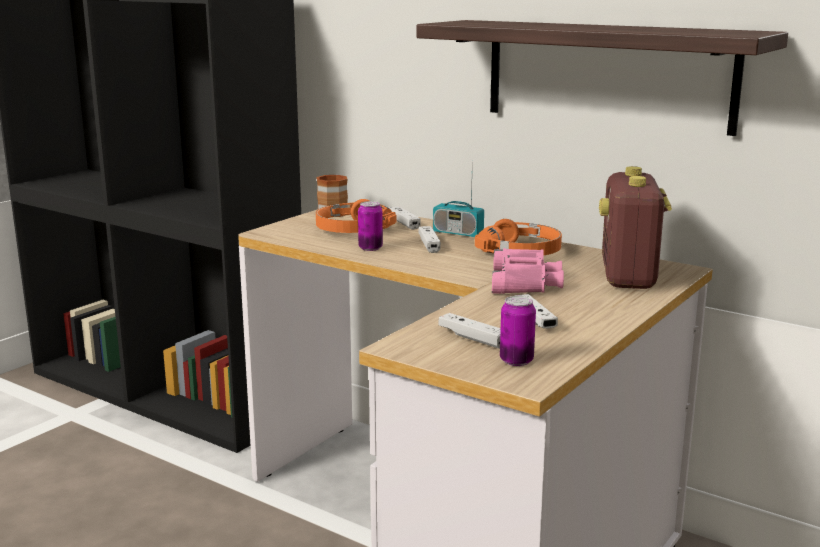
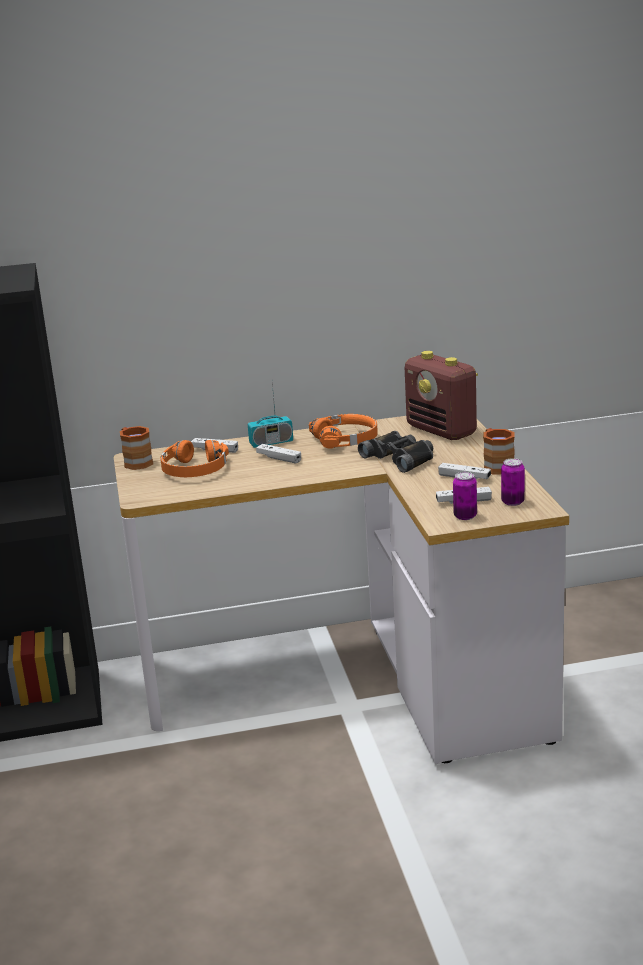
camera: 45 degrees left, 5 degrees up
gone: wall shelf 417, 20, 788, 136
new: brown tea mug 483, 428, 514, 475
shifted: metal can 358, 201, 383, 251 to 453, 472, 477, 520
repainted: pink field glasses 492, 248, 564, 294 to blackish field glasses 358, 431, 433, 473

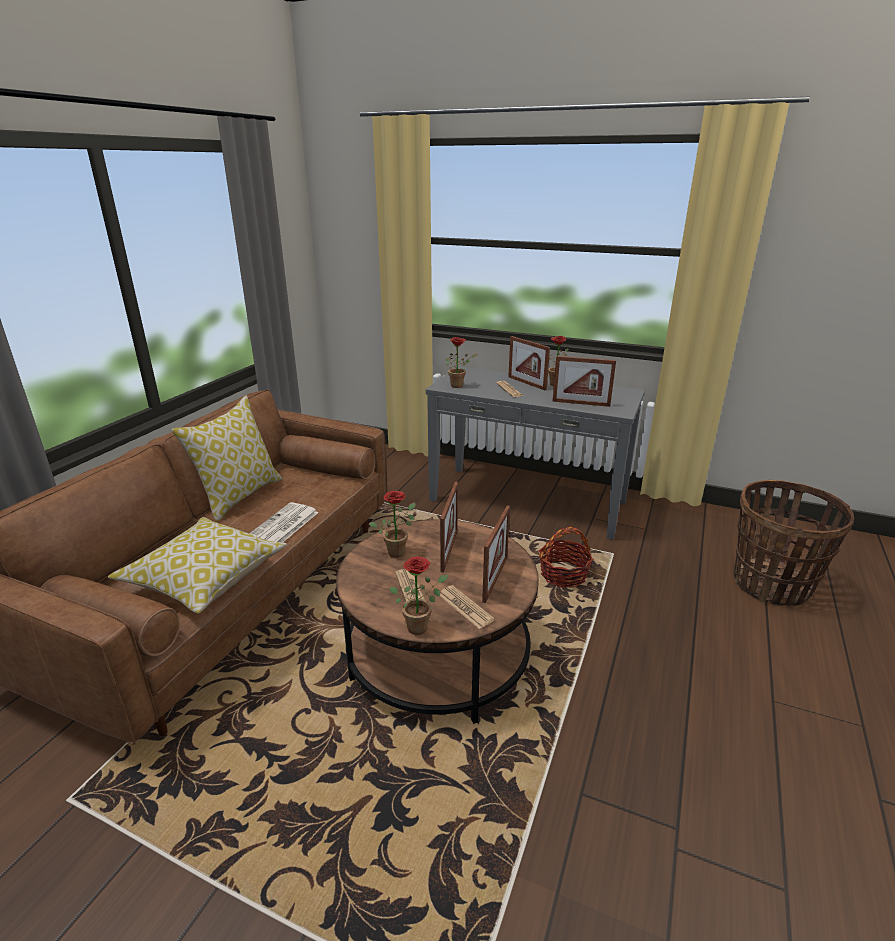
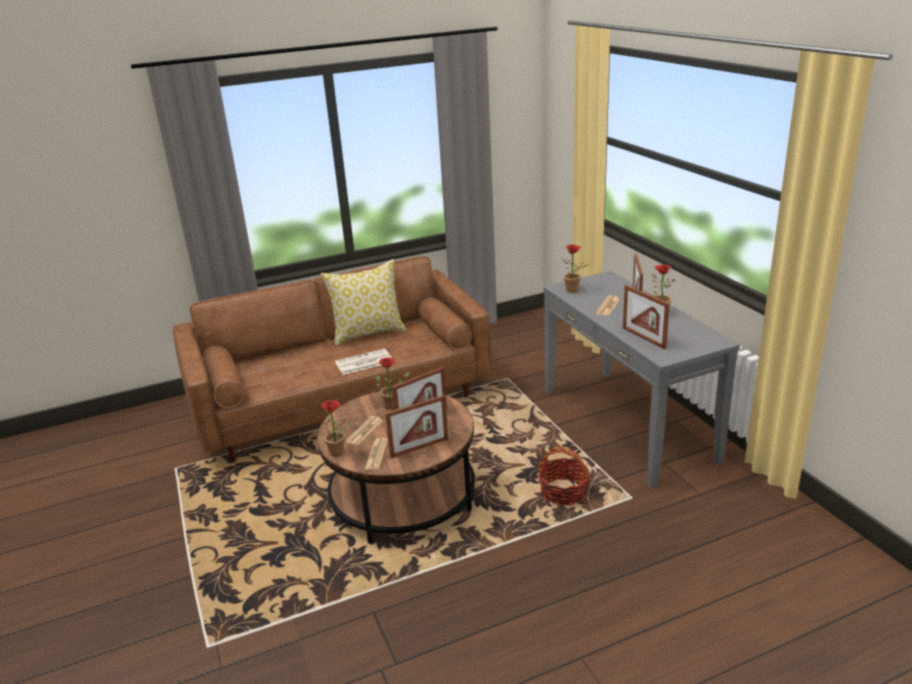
camera: 45 degrees right, 0 degrees up
gone: basket 734, 480, 854, 606; cushion 108, 517, 287, 614

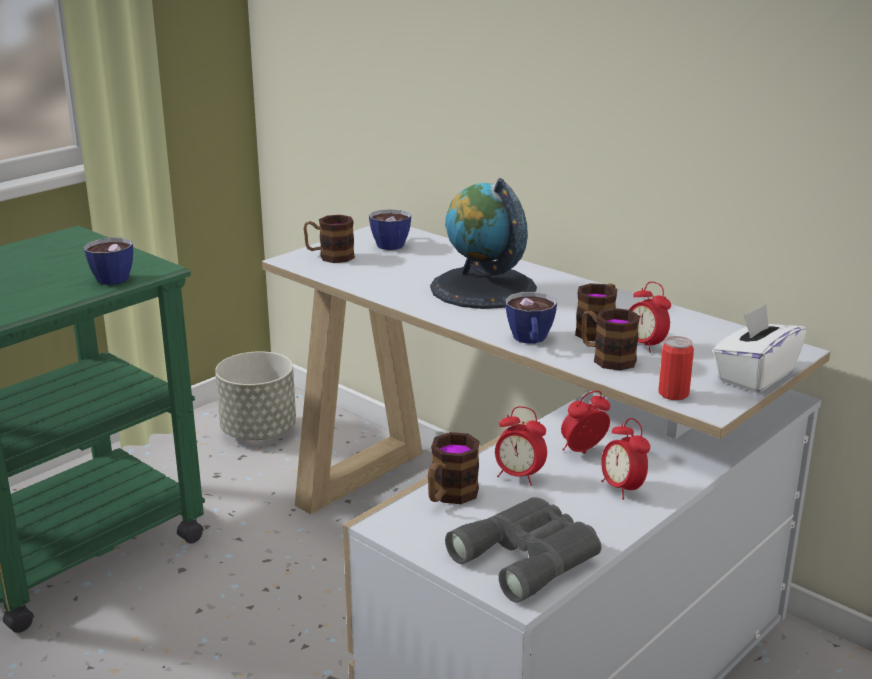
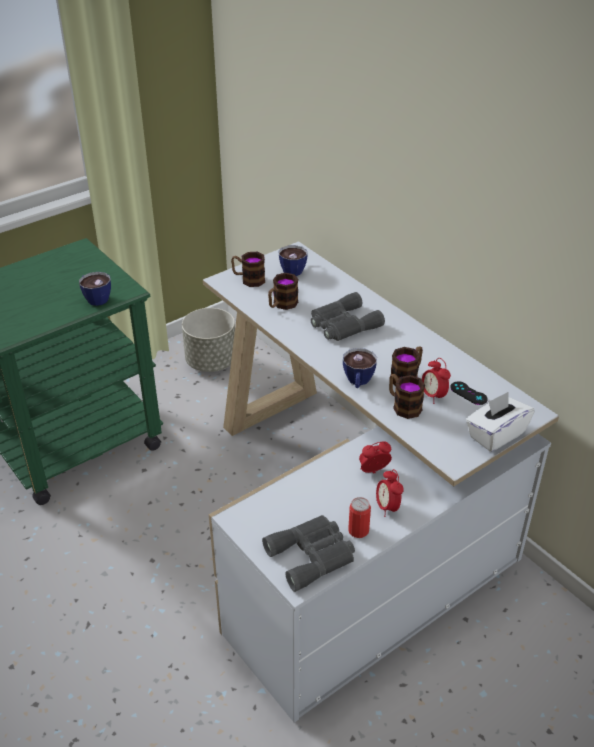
camera: 10 degrees right, 15 degrees up
gone: bedside clock 495, 406, 547, 486
new: blackish gamepad 450, 381, 488, 405
shifted: metal can 658, 336, 694, 400 to 348, 497, 371, 538; tea mug 428, 432, 480, 504 to 268, 273, 298, 310
swapped: world globe 430, 178, 537, 309 to greyish field glasses 311, 292, 385, 341

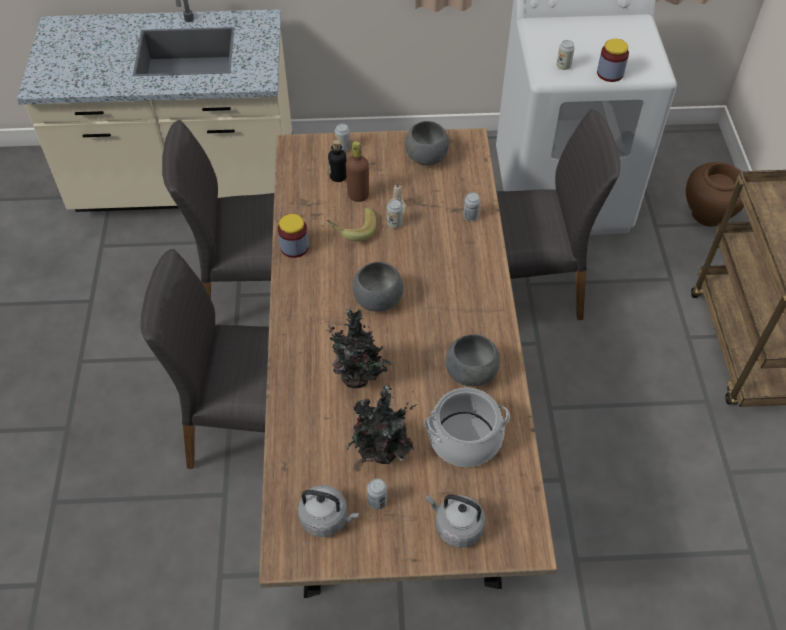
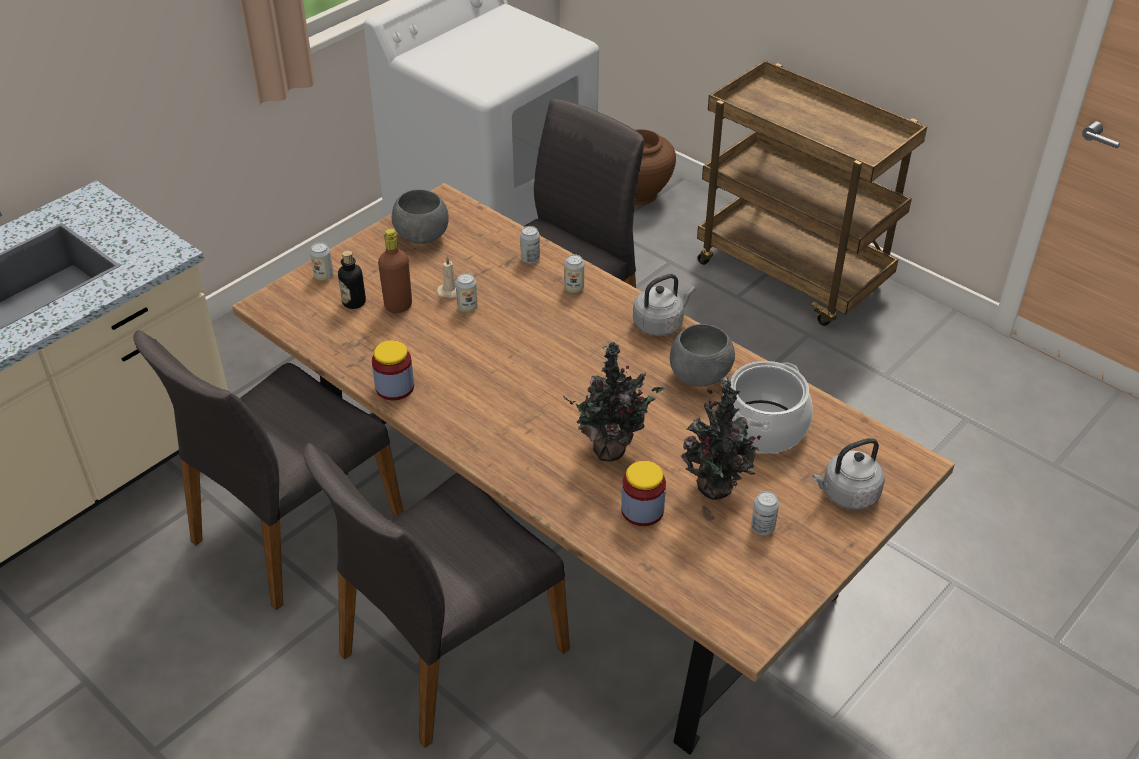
camera: 45 degrees left, 10 degrees down
gone: whole banana 327, 207, 376, 241; greyish deep dish 352, 262, 404, 312
shifted: storage jar 597, 39, 629, 82 to 621, 461, 666, 526; metal can 557, 40, 575, 70 to 564, 254, 584, 293; greyish water kettle 298, 485, 359, 537 to 633, 274, 695, 336

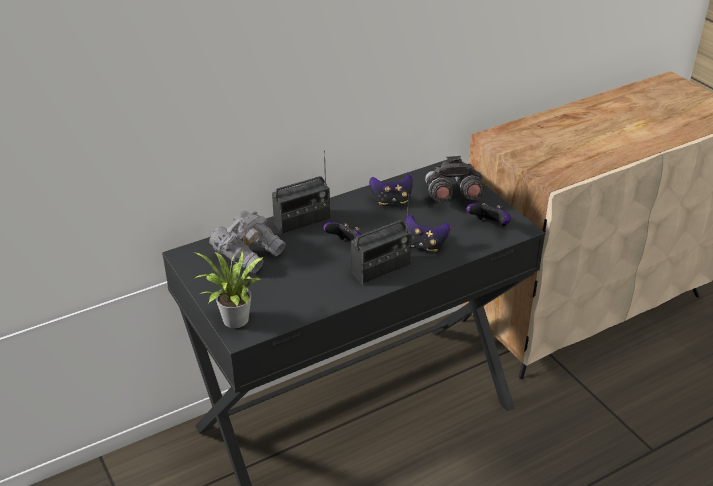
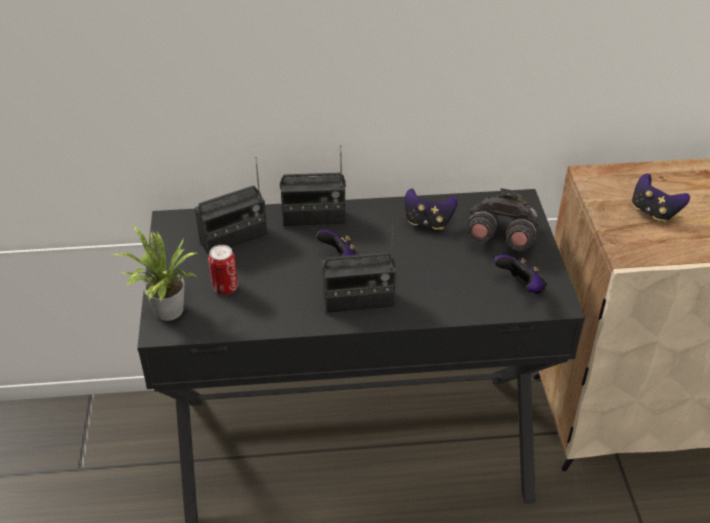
camera: 25 degrees right, 5 degrees up
new: metal can 208, 245, 237, 295
shifted: gamepad 405, 215, 451, 252 to 632, 174, 690, 223
swapped: greyish field glasses 209, 210, 286, 274 to radio 195, 157, 268, 256

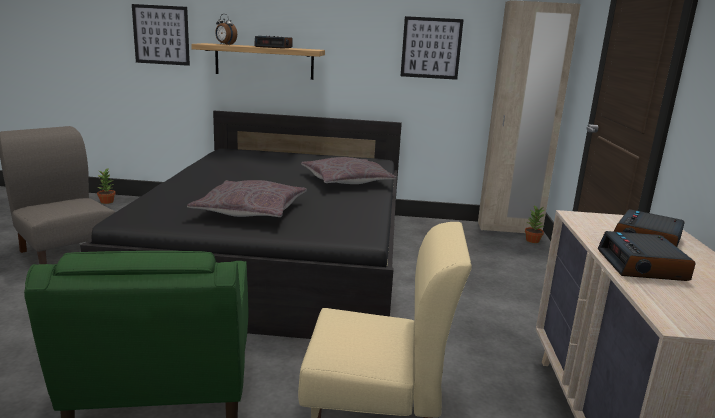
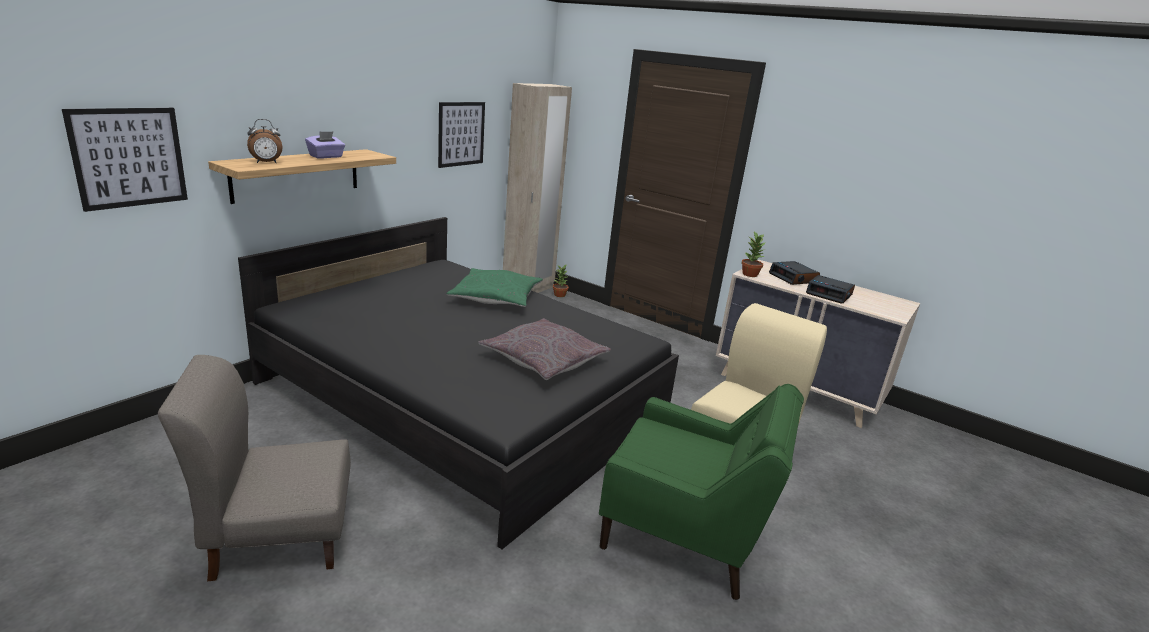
camera: 60 degrees left, 5 degrees up
shifted: houseplant 97, 167, 116, 204 to 741, 232, 766, 277
swapped: bedside clock 254, 36, 293, 49 to purple tissue holder 305, 131, 345, 159
repainted: greyish cushion 301, 157, 397, 184 to green-coloured cushion 446, 268, 543, 307

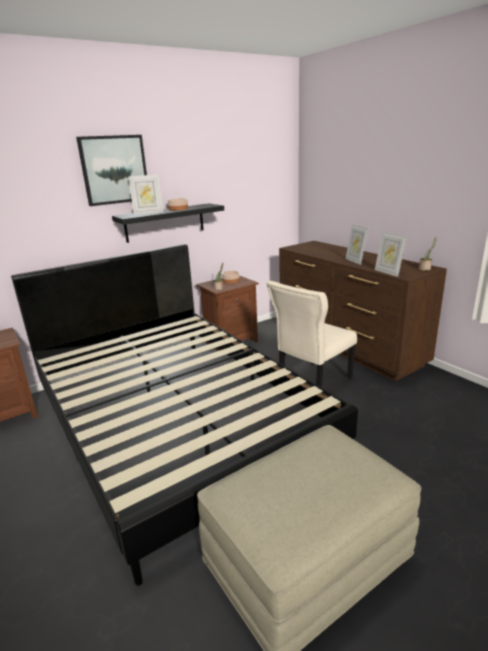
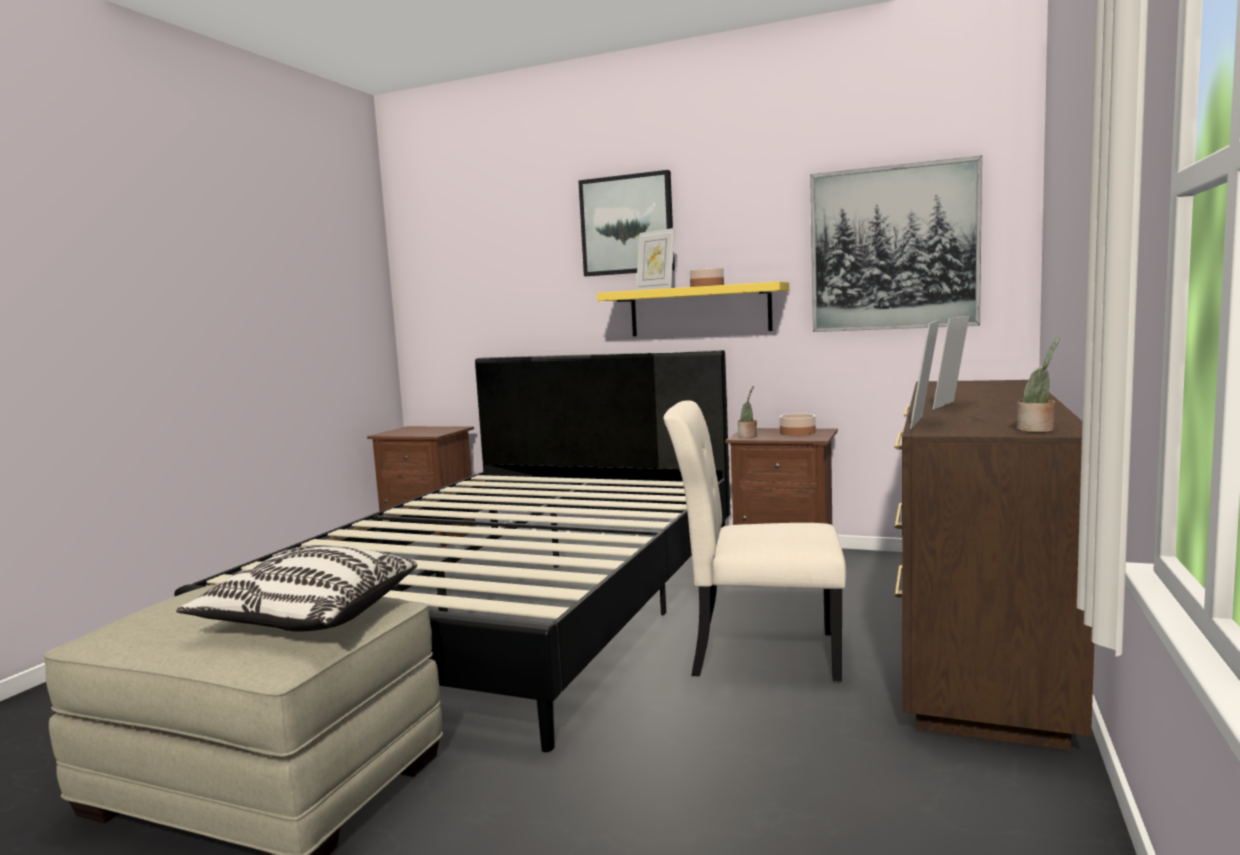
camera: 55 degrees right, 15 degrees down
new: picture 810, 155, 982, 332; cushion 176, 545, 417, 632
repainted: blackish wall shelf 112, 203, 224, 243 to yellow wall shelf 597, 281, 789, 336

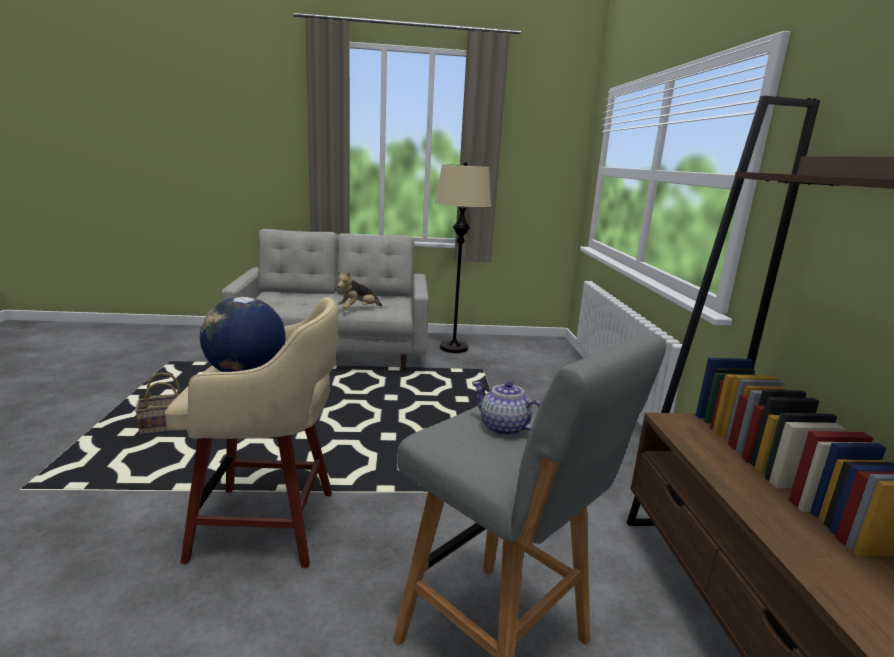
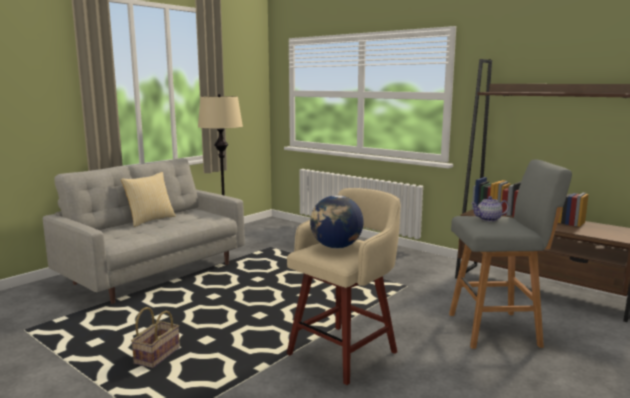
camera: 45 degrees left, 5 degrees down
gone: cuddly toy 337, 271, 382, 309
new: cushion 121, 172, 176, 227

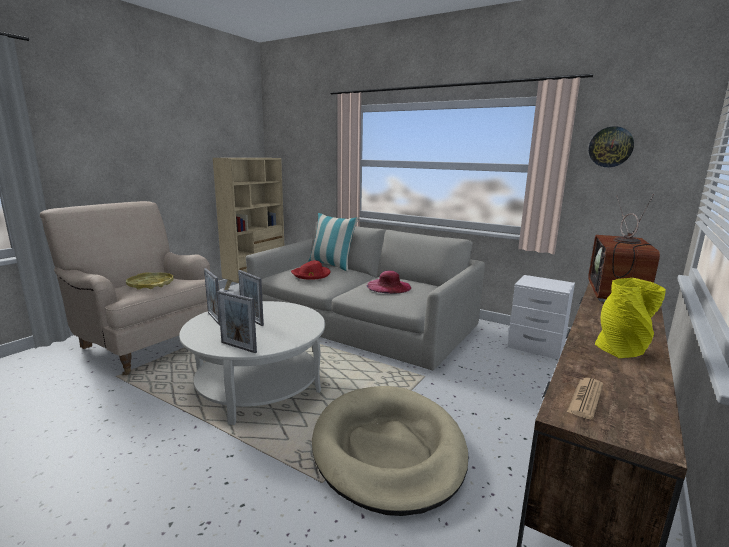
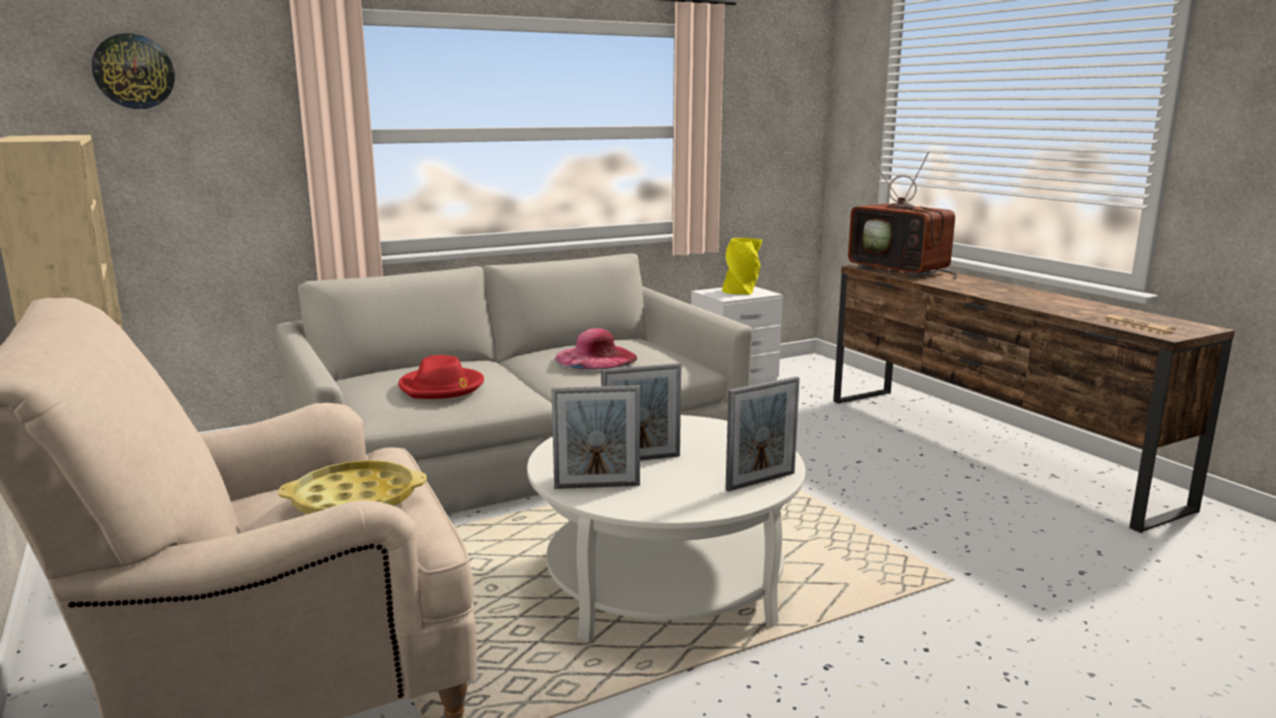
camera: 60 degrees left, 0 degrees up
gone: cushion 308, 213, 359, 271; beige-coloured dog cushion 312, 386, 468, 516
shifted: wall clock 589, 126, 634, 167 to 92, 33, 175, 109; yellow vase 595, 278, 666, 358 to 722, 238, 762, 295

